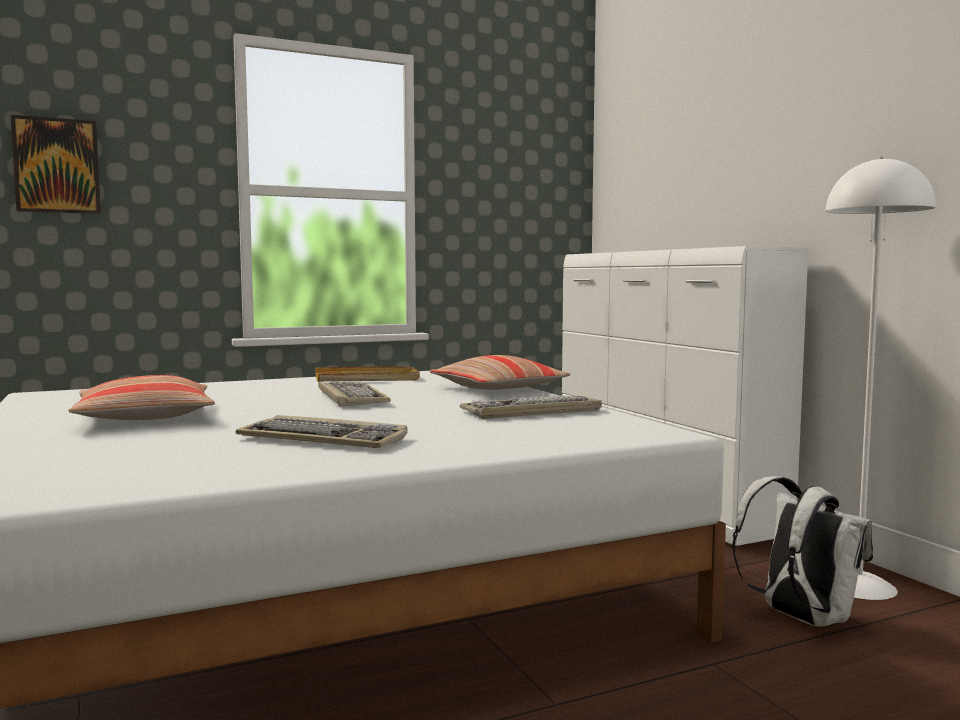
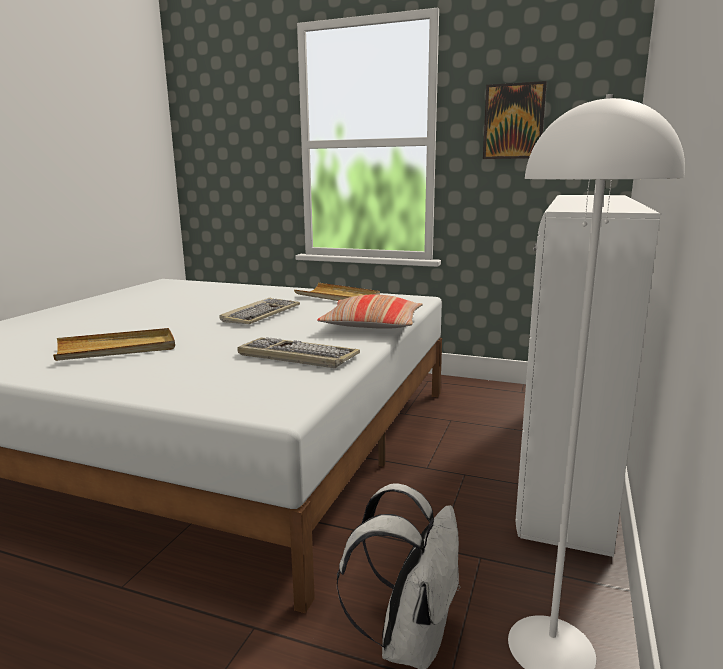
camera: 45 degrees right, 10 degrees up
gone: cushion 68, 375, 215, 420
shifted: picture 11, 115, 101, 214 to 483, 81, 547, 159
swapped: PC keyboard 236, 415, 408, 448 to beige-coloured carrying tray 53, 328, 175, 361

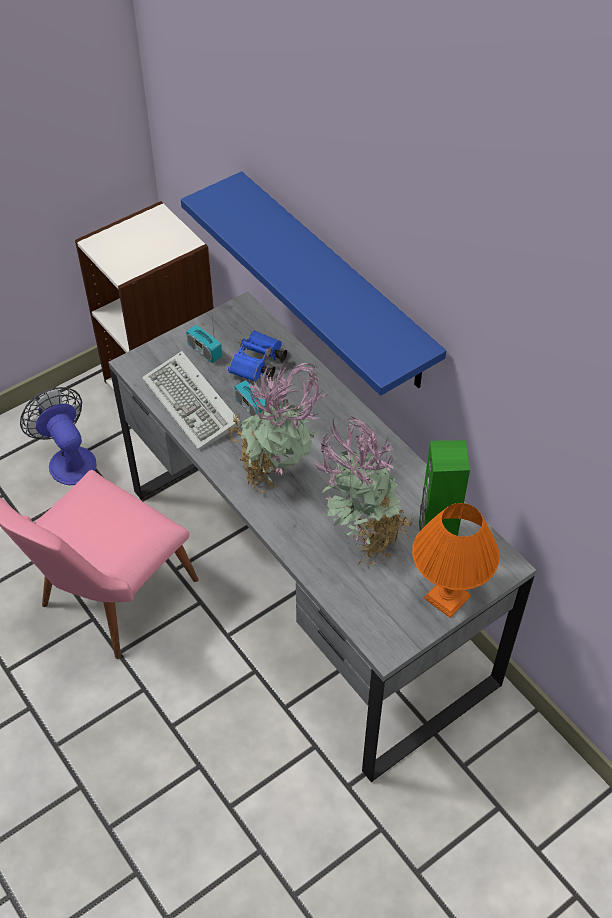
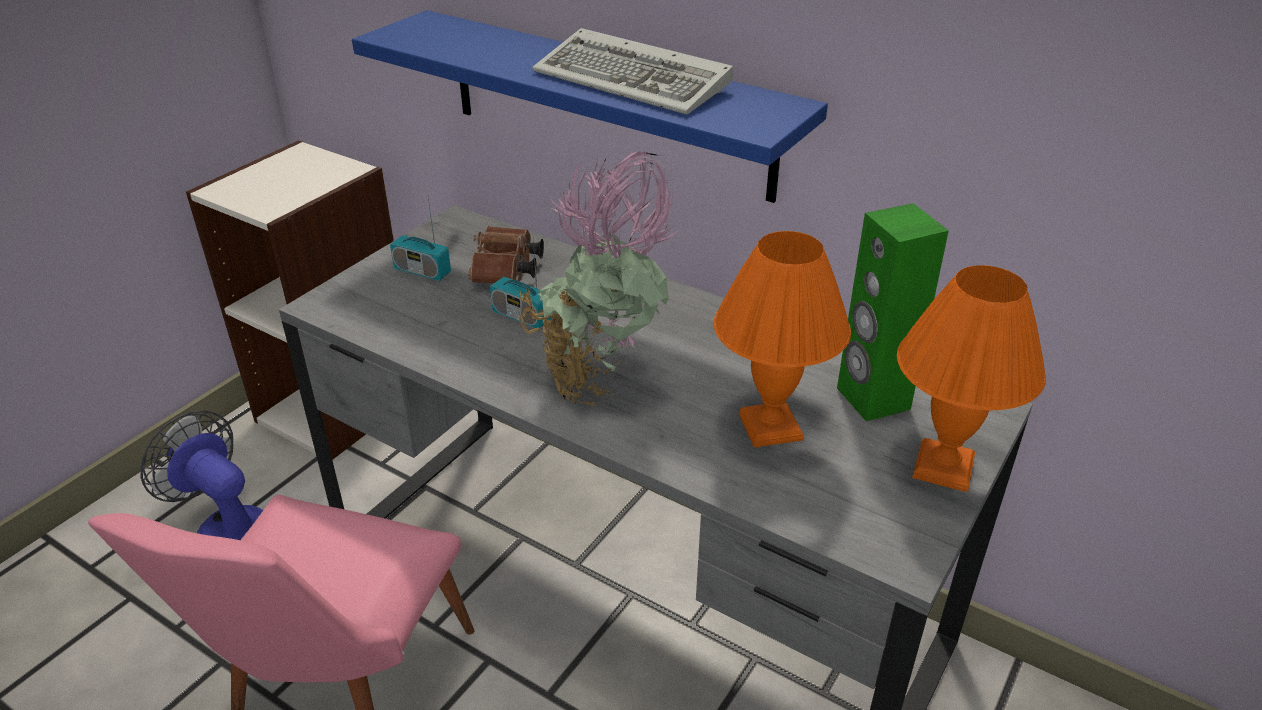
camera: 20 degrees left, 15 degrees down
shifted: PC keyboard 142, 351, 241, 450 to 532, 28, 734, 115
swapped: houseplant 311, 414, 414, 565 to orangey lamp for a table 714, 231, 851, 447
repainted: bluish field glasses 228, 330, 287, 382 to brown field glasses 468, 226, 544, 283

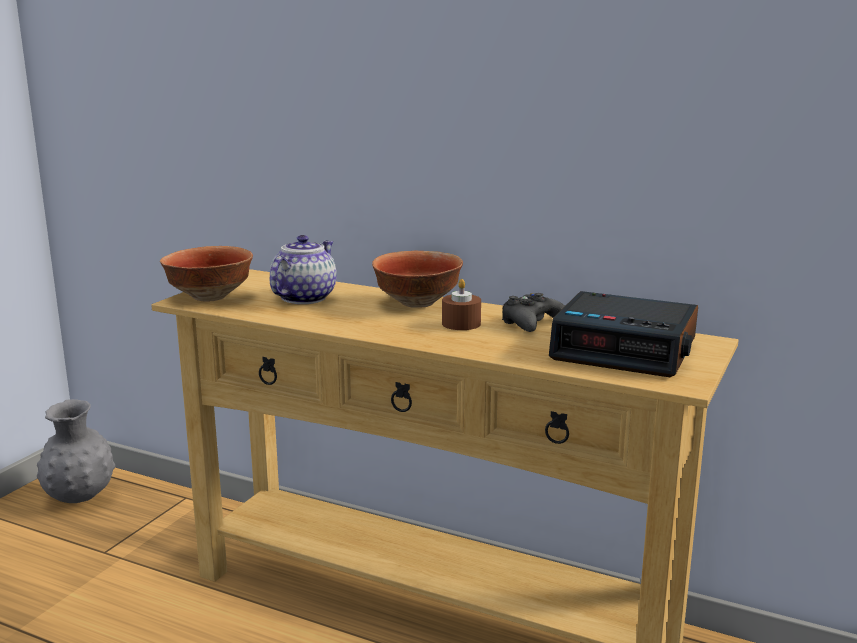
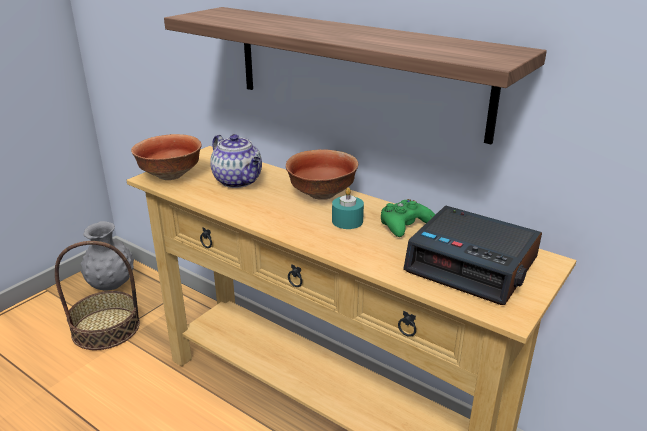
camera: 10 degrees right, 10 degrees up
new: wall shelf 164, 7, 547, 145; basket 55, 241, 140, 350
repainted: brown wax light 442, 279, 481, 330 to turquoise wax light 332, 187, 364, 229; blackish gamepad 502, 293, 565, 332 to green-coloured gamepad 381, 199, 435, 237
rotated: pot for tea 270, 235, 337, 304 = 210, 134, 262, 188 105 degrees clockwise

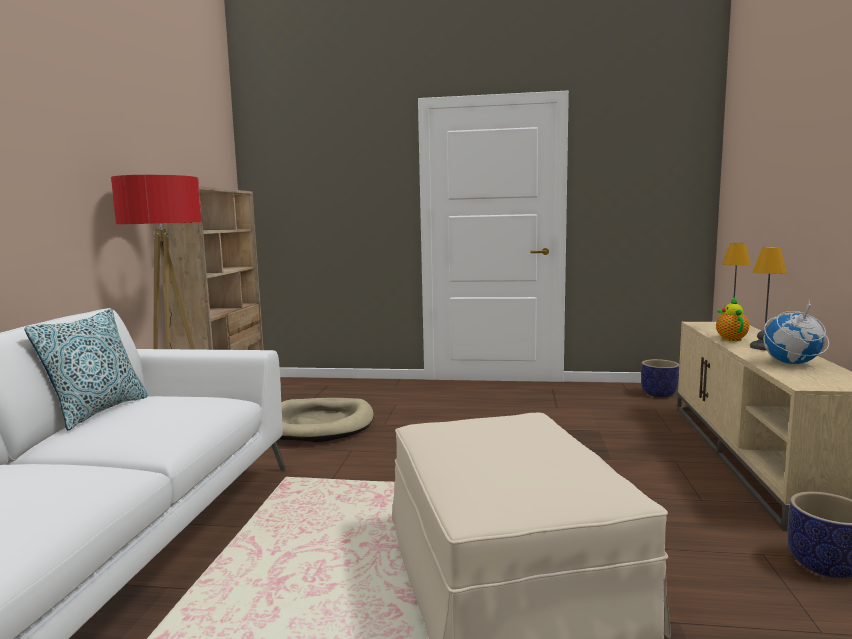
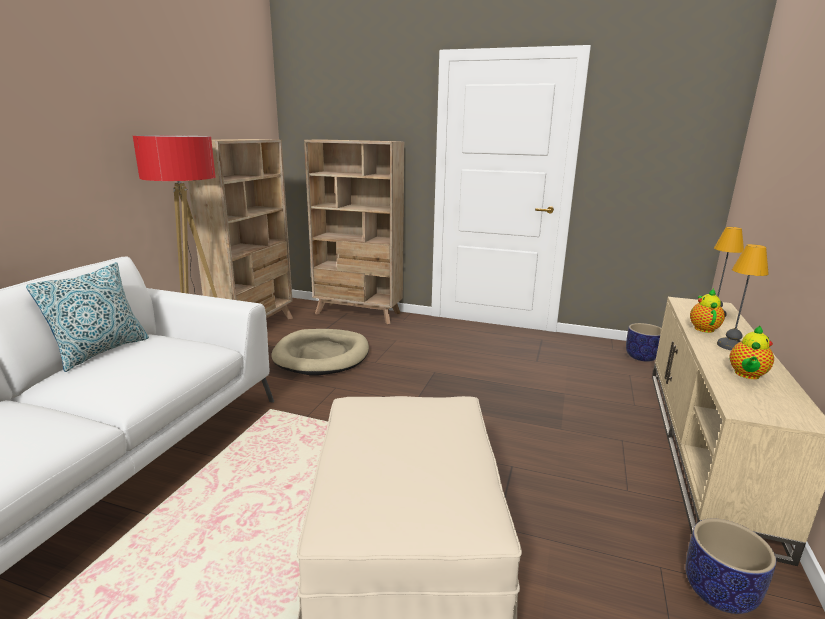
camera: 10 degrees right, 10 degrees up
new: beige-coloured shelving unit 304, 139, 404, 324
swapped: world globe 763, 299, 829, 364 to pot for tea 729, 326, 774, 379

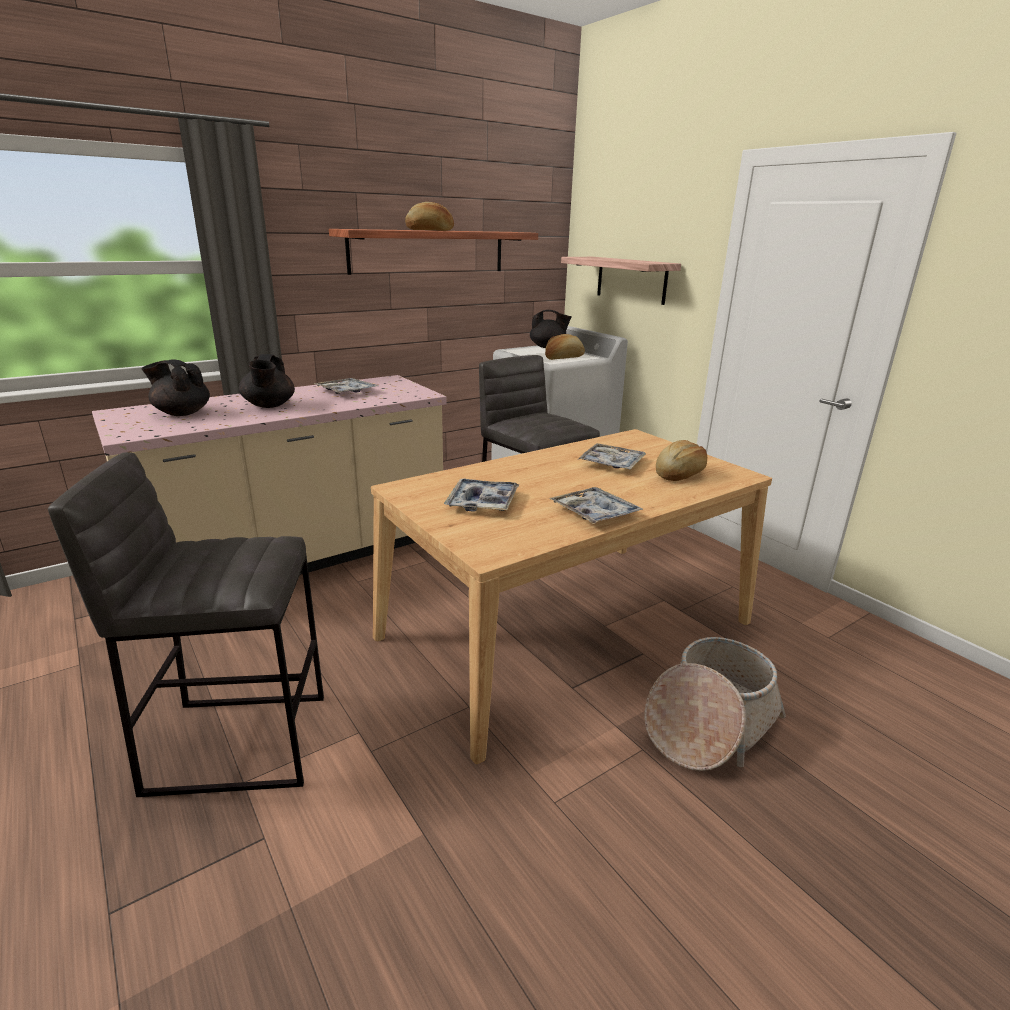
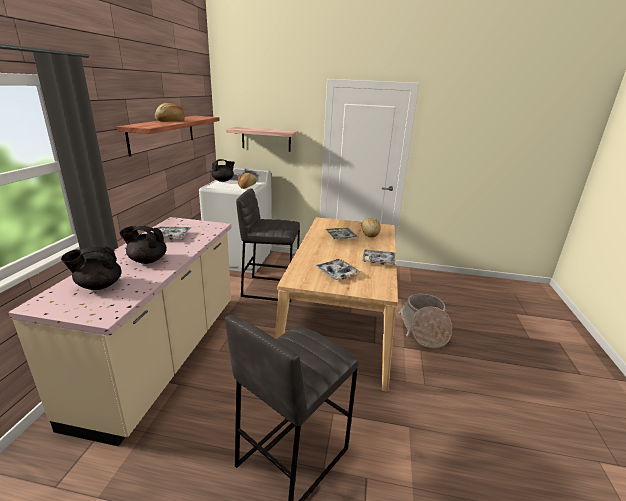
camera: 45 degrees left, 0 degrees up
rotated: blackish pot for tea 239, 354, 295, 408 = 120, 226, 167, 264 150 degrees clockwise

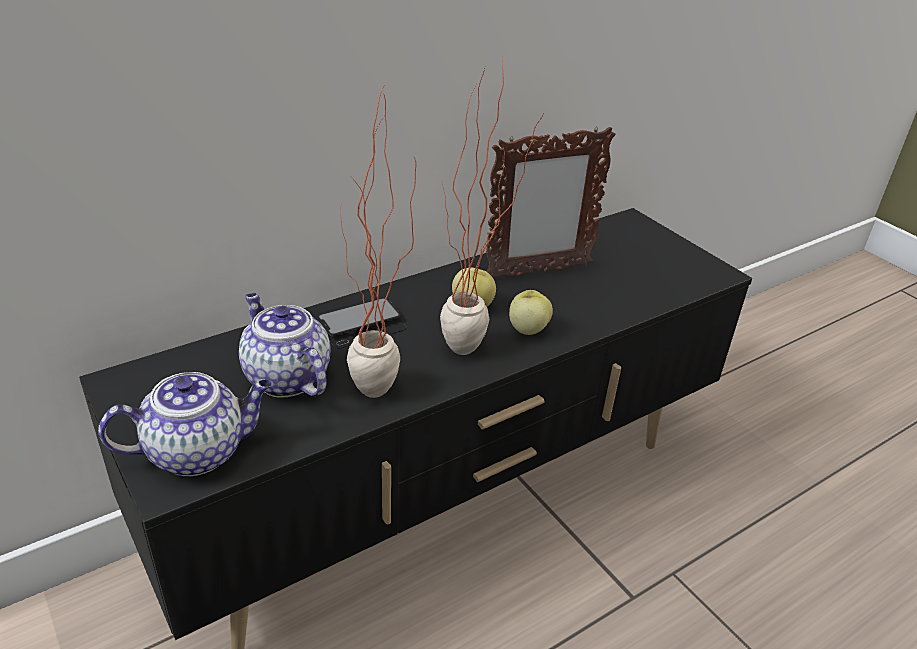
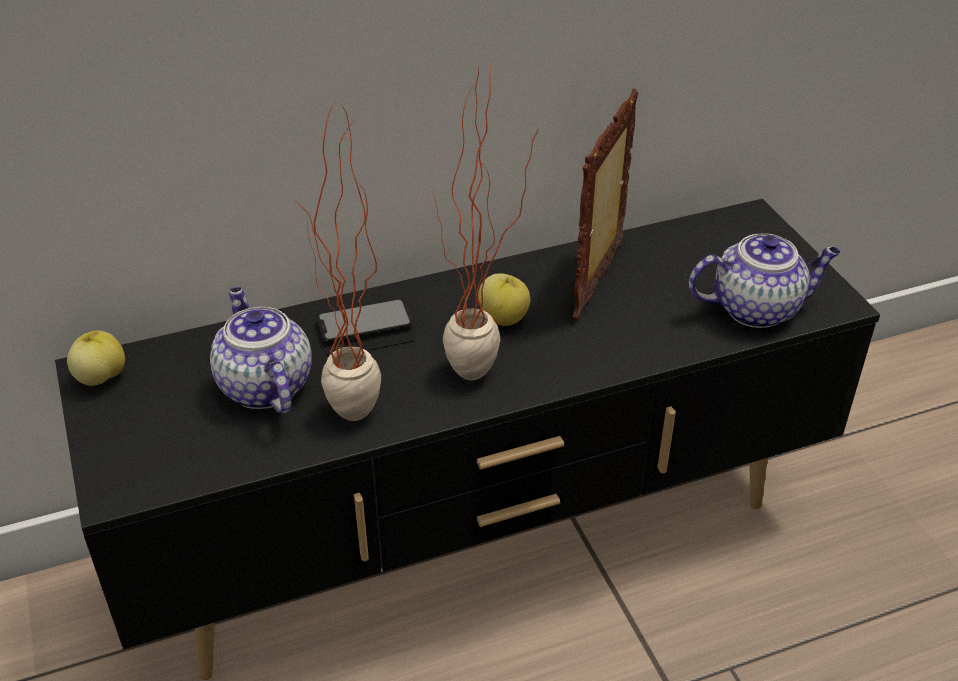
camera: 15 degrees right, 5 degrees up
shifted: apple 509, 290, 553, 335 to 67, 330, 125, 386; pot for tea 98, 372, 272, 476 to 689, 233, 841, 328
rotated: picture frame 486, 126, 615, 279 = 572, 88, 638, 320 120 degrees clockwise

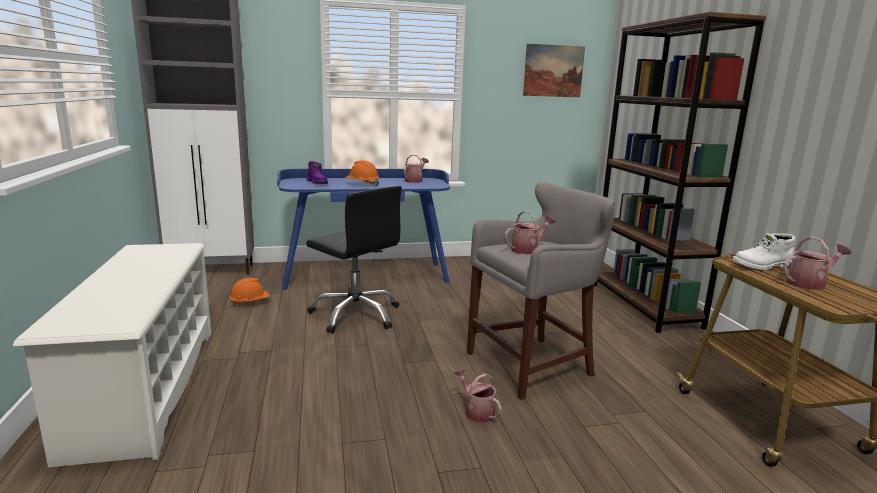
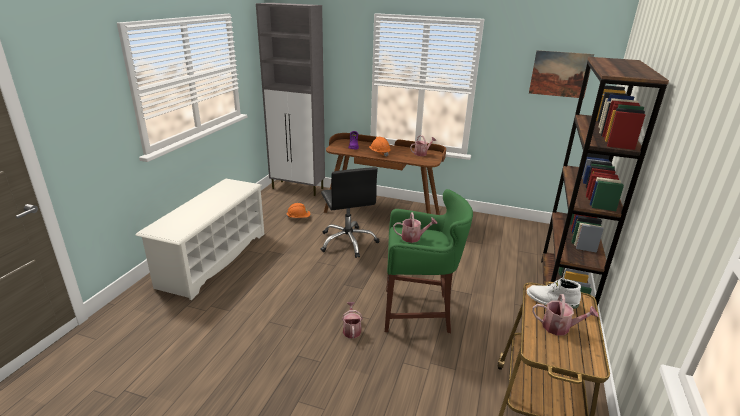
camera: 30 degrees right, 10 degrees up
repainted: bluish desk unit 277, 169, 450, 290 to brown desk unit 324, 133, 446, 215; greyish sitting stool 467, 182, 615, 400 to green-coloured sitting stool 385, 189, 473, 333

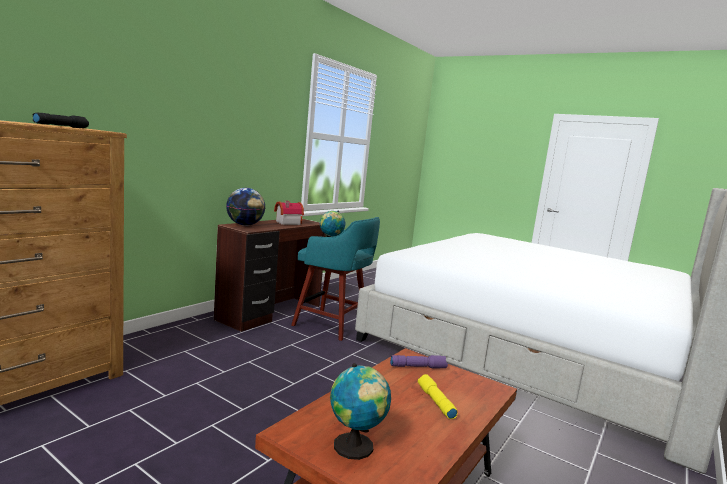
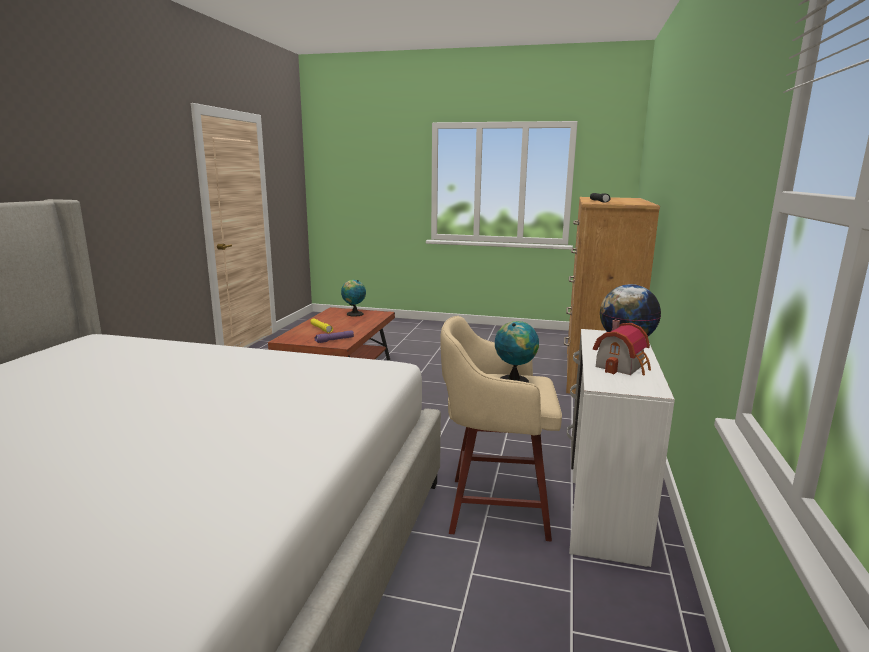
camera: 160 degrees right, 5 degrees up
repainted: turquoise sitting stool 291, 217, 380, 341 to beige-coloured sitting stool 440, 316, 562, 541; brown desk unit 214, 219, 326, 332 to white desk unit 567, 329, 675, 567

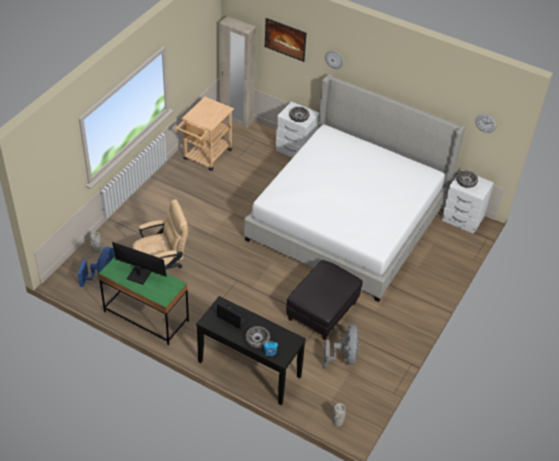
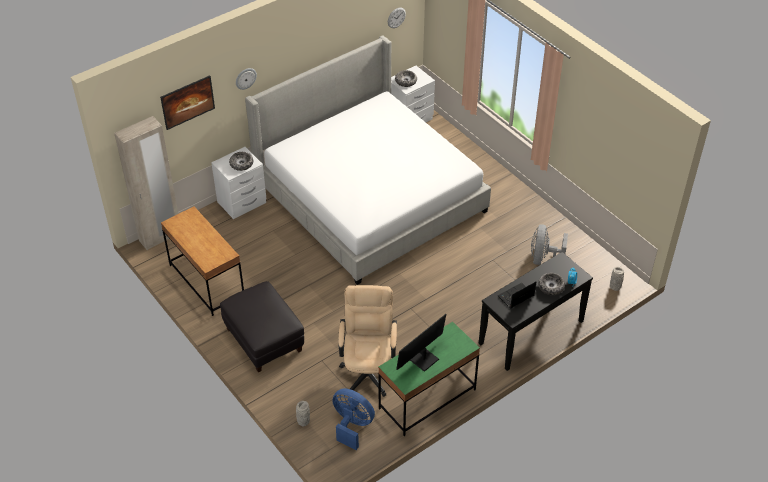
camera: 65 degrees left, 0 degrees up
shifted: blackish ottoman 286, 260, 363, 340 to 220, 281, 304, 372
swapped: beige-coloured trolley 175, 97, 234, 171 to brown desk unit 161, 206, 244, 316
rotated: greyish fan 324, 324, 360, 369 = 531, 224, 568, 265 105 degrees counterclockwise

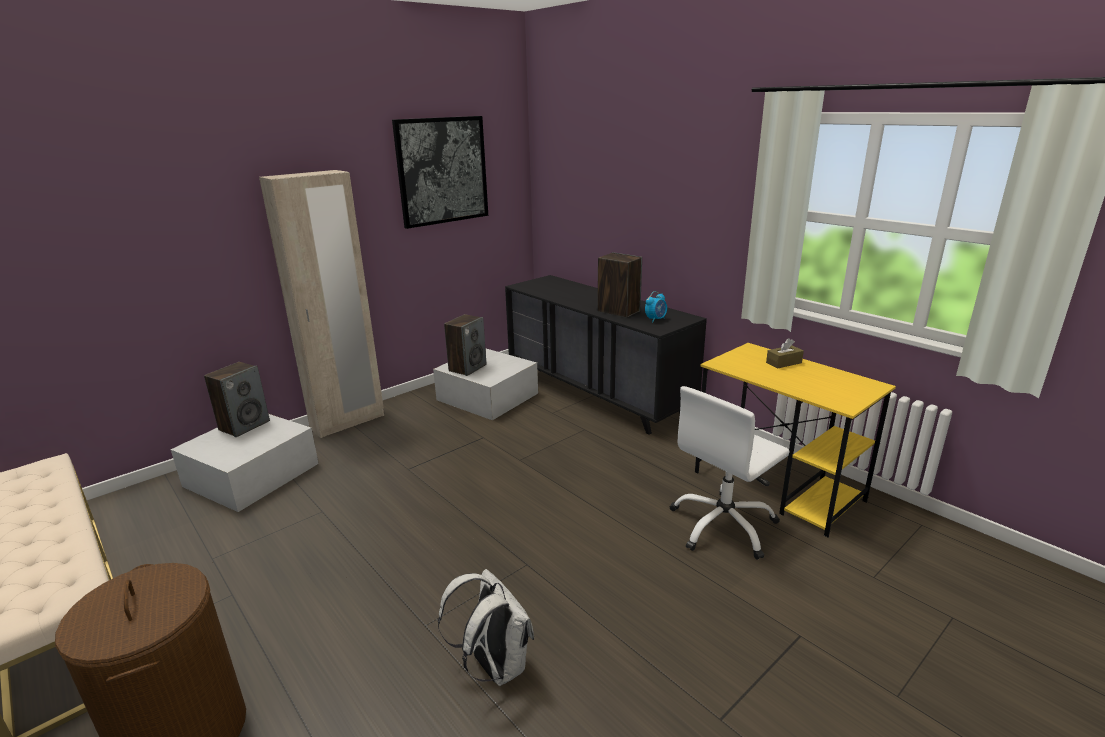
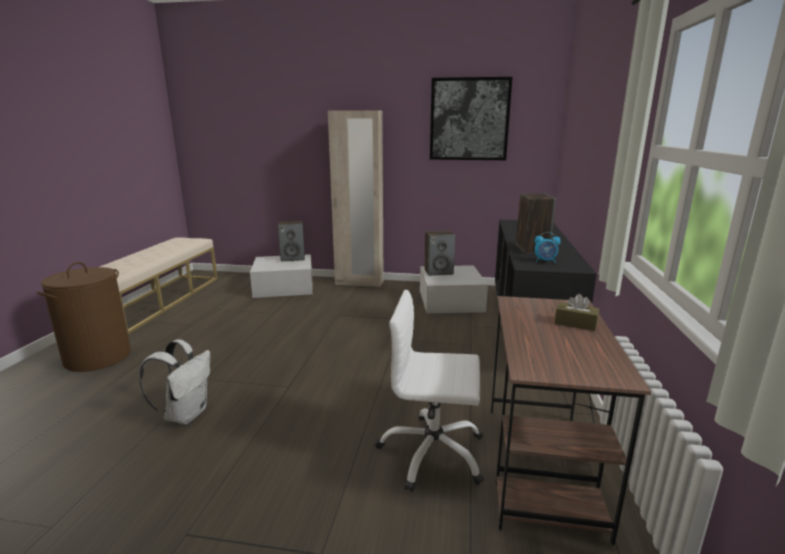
camera: 50 degrees right, 5 degrees down
repainted: yellow desk unit 695, 343, 896, 538 to brown desk unit 491, 296, 651, 545

